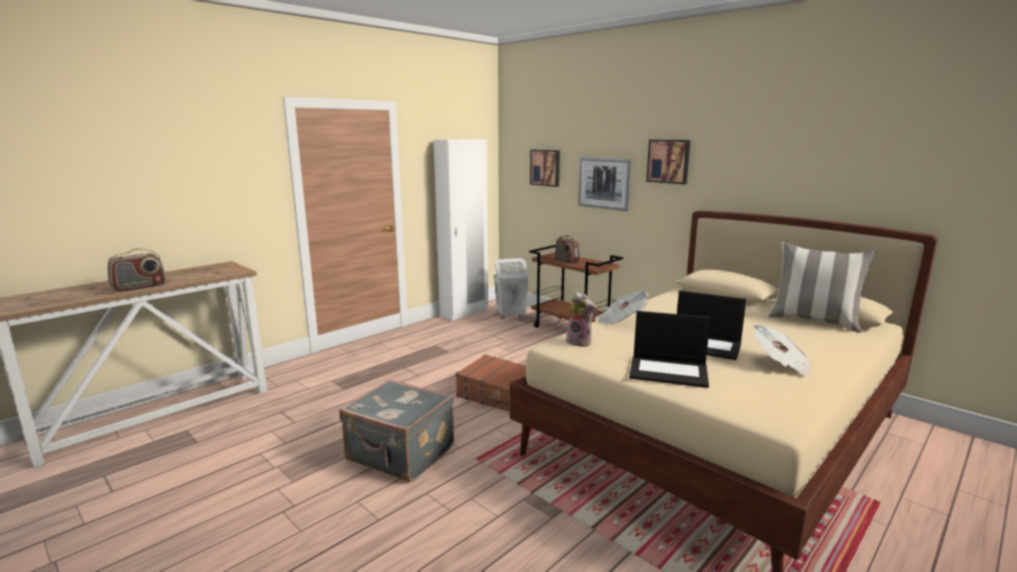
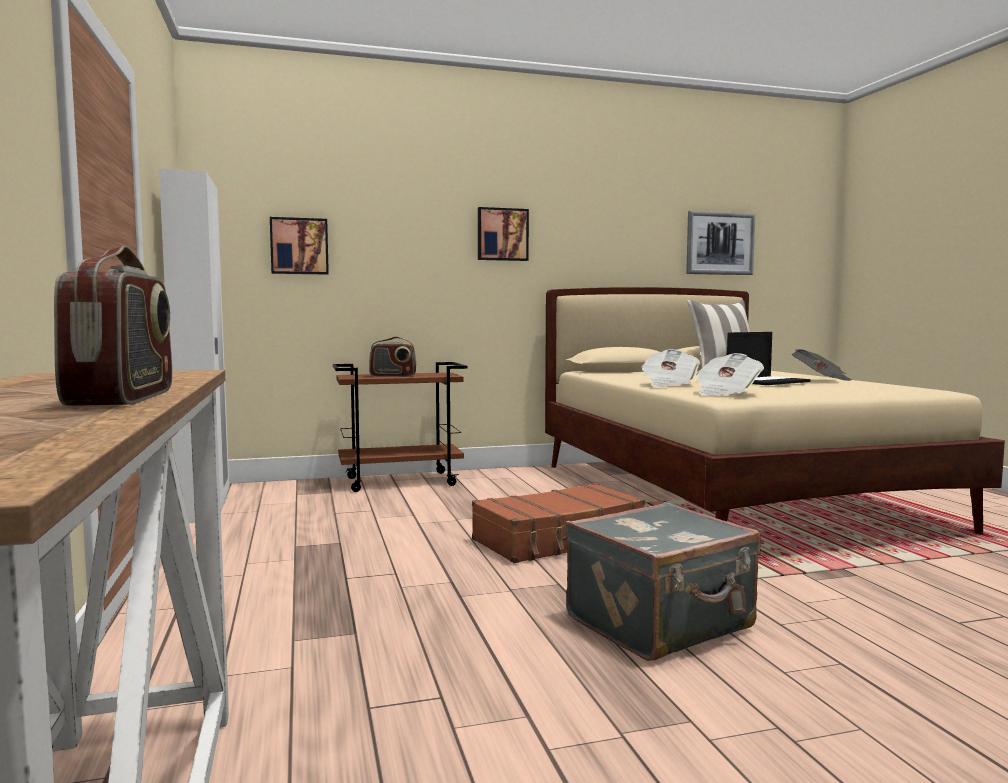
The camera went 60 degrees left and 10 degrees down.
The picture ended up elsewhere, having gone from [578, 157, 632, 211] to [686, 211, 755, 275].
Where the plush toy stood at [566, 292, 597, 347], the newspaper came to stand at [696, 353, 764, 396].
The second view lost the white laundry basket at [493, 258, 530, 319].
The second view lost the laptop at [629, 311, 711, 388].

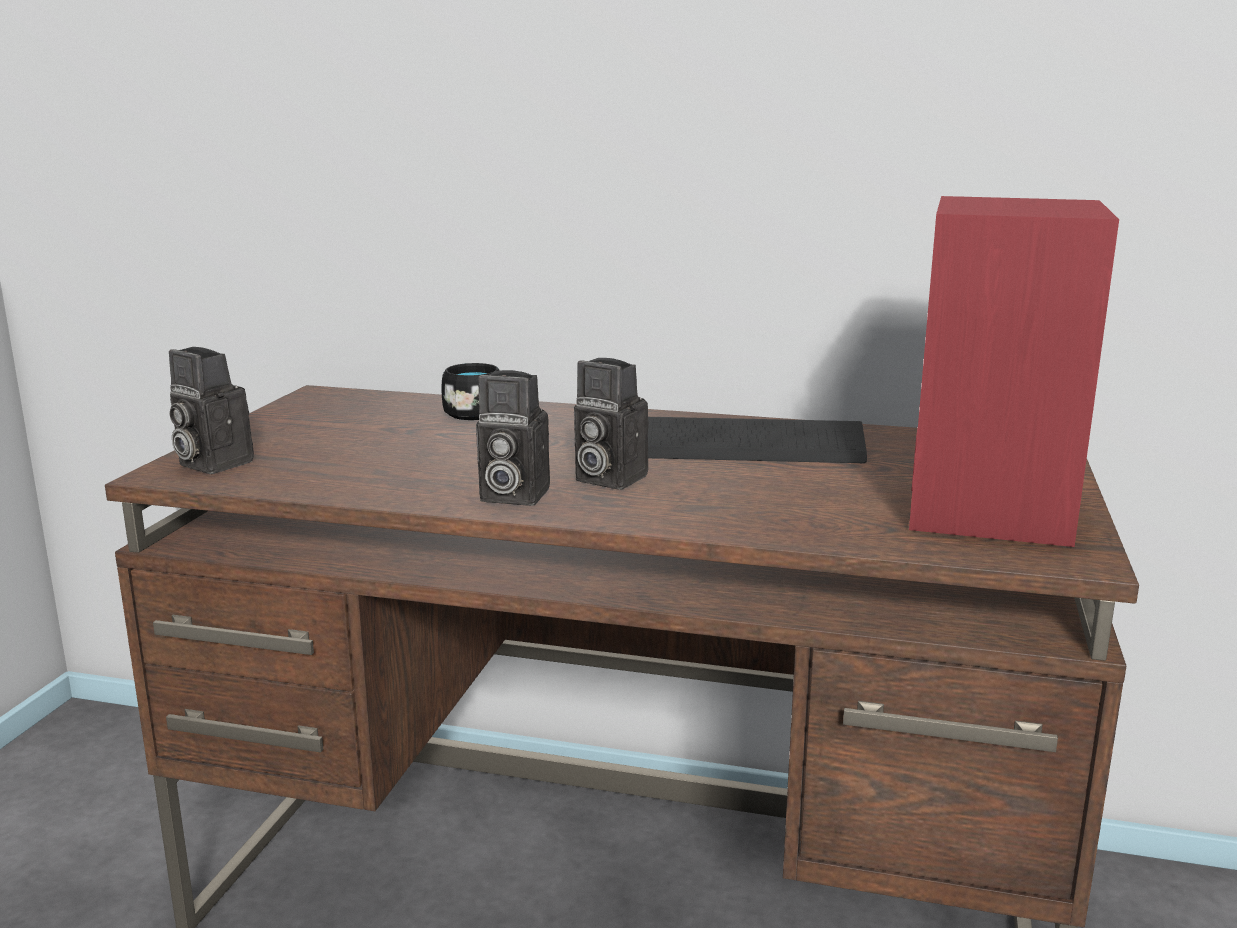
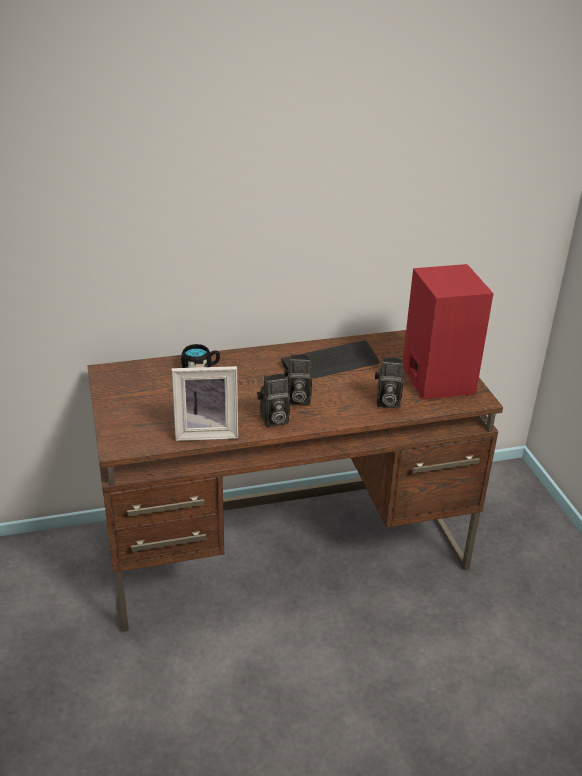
The camera went 30 degrees left and 15 degrees up.
The second view gained the picture frame at [172, 366, 238, 441].
The photo camera ended up elsewhere, having gone from [169, 347, 254, 474] to [375, 357, 404, 408].

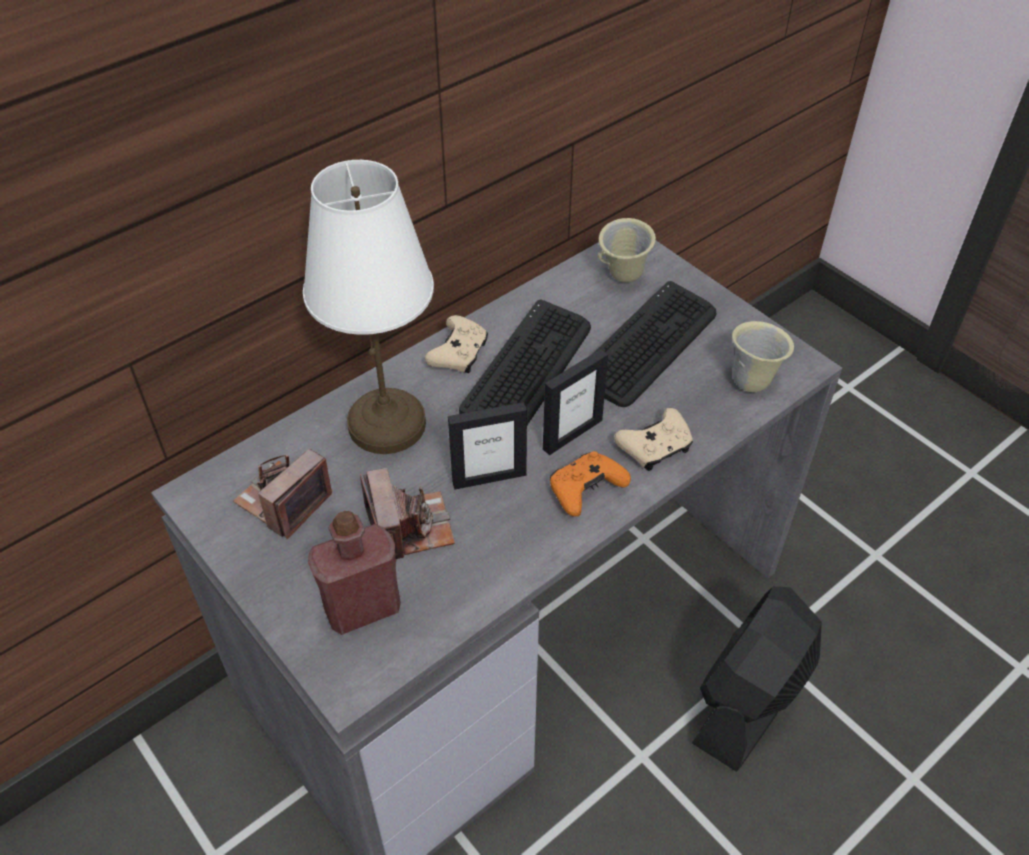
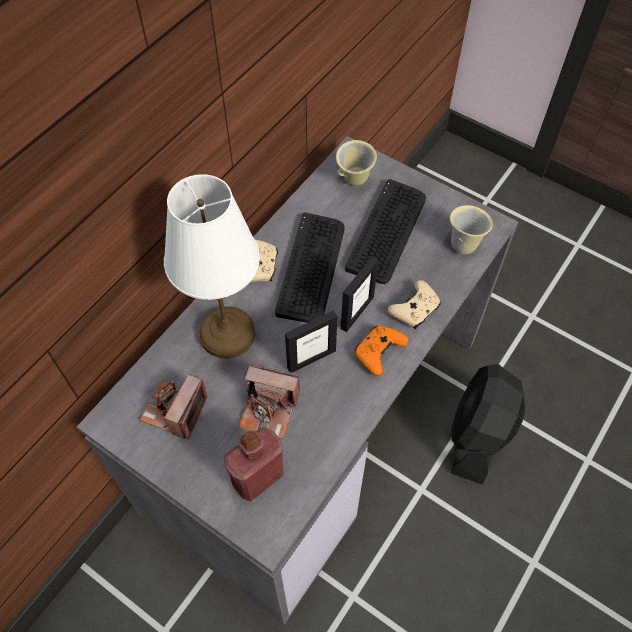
The camera went 15 degrees left and 10 degrees up.
The photo camera at [360, 468, 455, 561] ended up facing another way, 135 degrees clockwise from before.

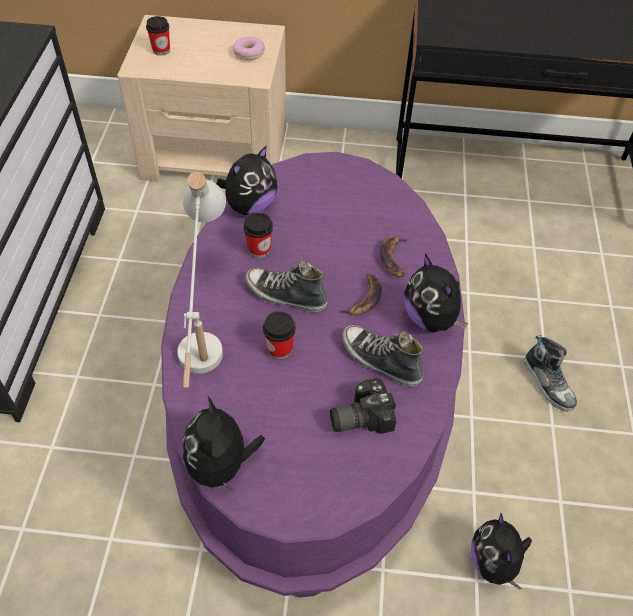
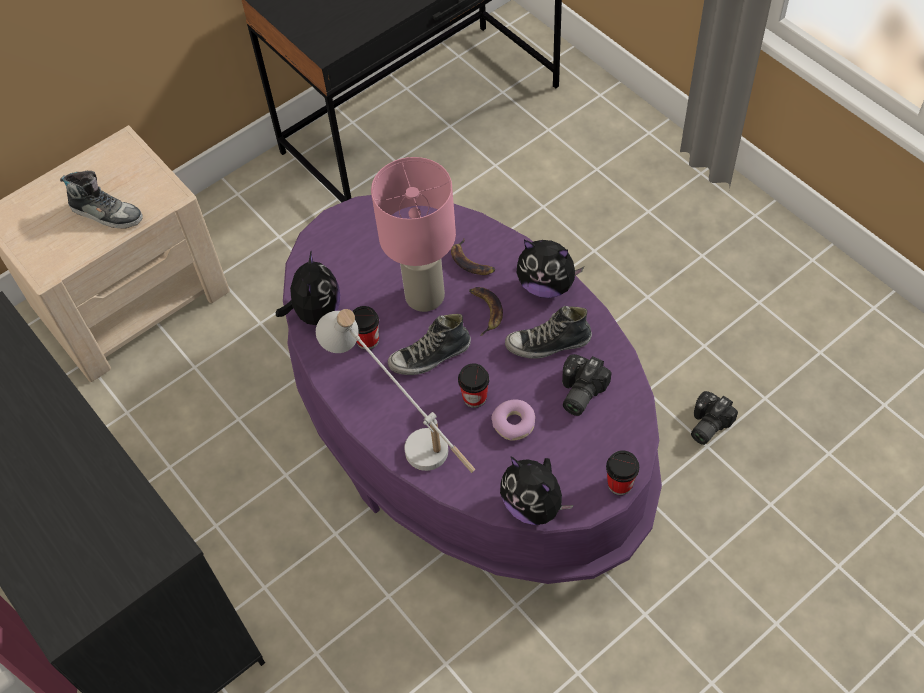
The camera went 40 degrees left and 5 degrees up.
The shoe ended up elsewhere, having gone from [524, 335, 577, 412] to [60, 171, 143, 229].
The second view gained the pink table lamp at [371, 157, 456, 312].
The donut ended up elsewhere, having gone from [233, 36, 265, 60] to [491, 399, 535, 440].
The cup ended up elsewhere, having gone from [146, 16, 170, 56] to [606, 450, 639, 495].
Where the plush toy stood at [471, 513, 532, 590], the photo camera came to stand at [691, 391, 738, 445].

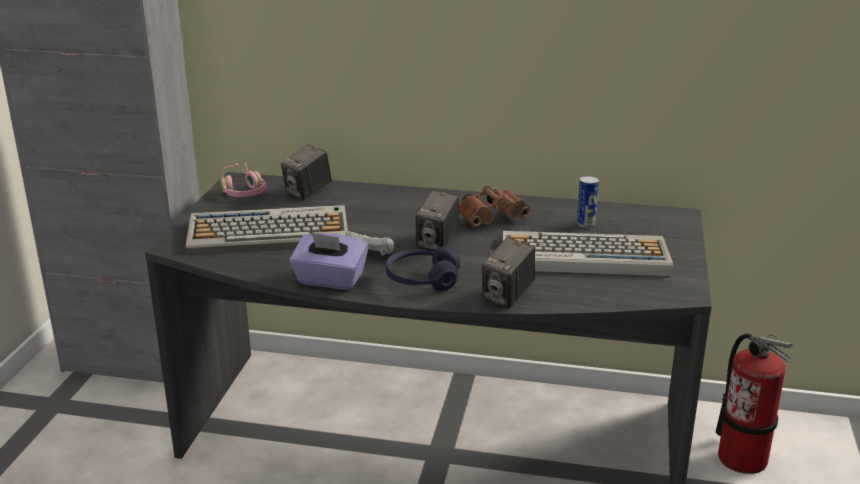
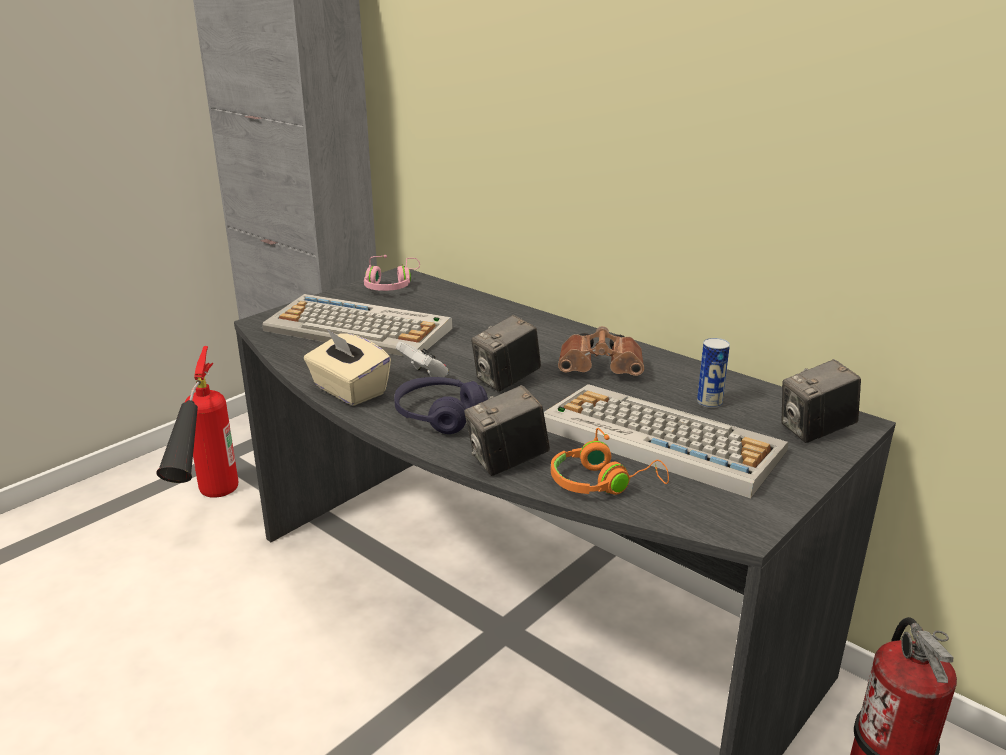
The camera went 30 degrees right and 0 degrees up.
The second view gained the fire extinguisher at [156, 346, 238, 498].
What was the purple tissue box at [289, 232, 368, 290] turned into the beige tissue box at [304, 329, 391, 406].
The second view gained the orange headphones at [551, 428, 669, 495].
The photo camera ended up elsewhere, having gone from [281, 144, 332, 200] to [781, 359, 861, 443].

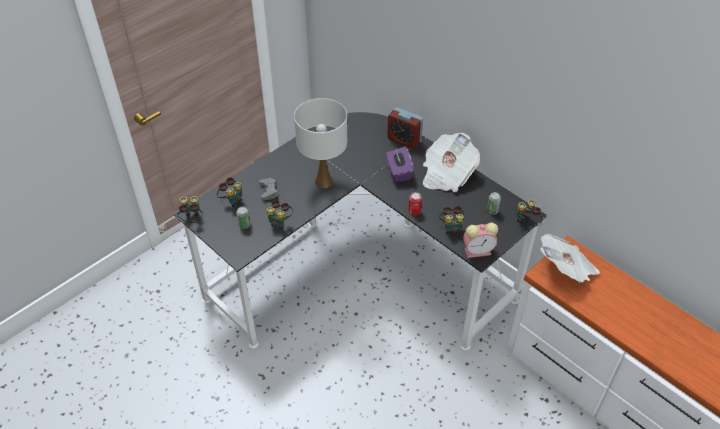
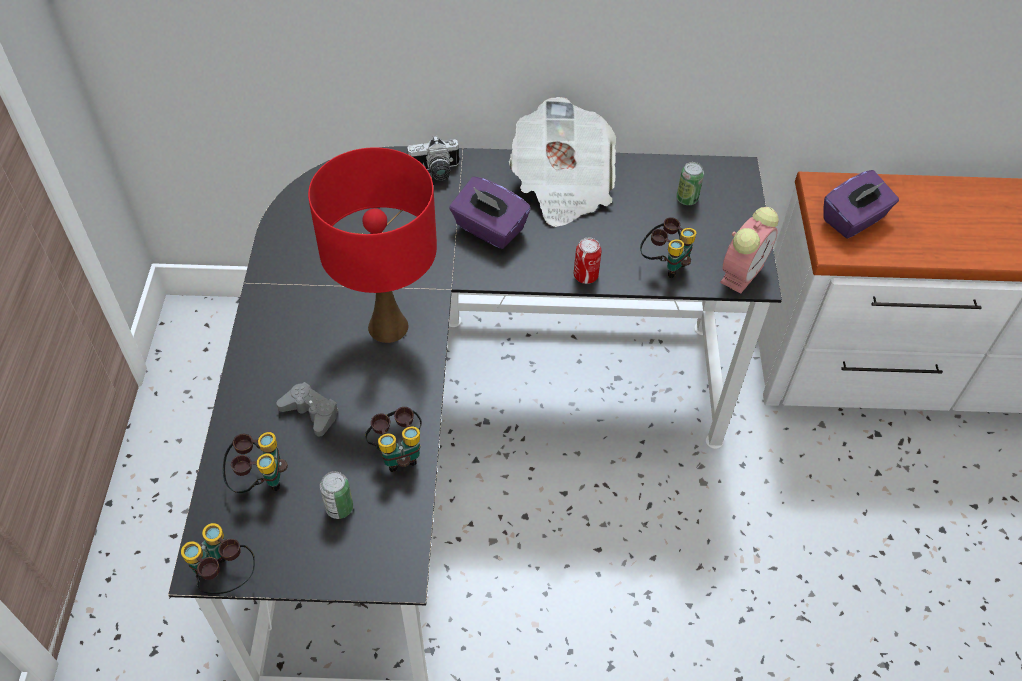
The camera went 45 degrees left and 5 degrees up.
What was the white table lamp at [294, 98, 348, 188] turned into the red table lamp at [308, 147, 437, 343].
Where the alarm clock stood at [387, 107, 423, 149], the photo camera came to stand at [407, 136, 459, 181].
Where the newspaper stood at [540, 234, 600, 283], the purple tissue box came to stand at [823, 170, 899, 239].
The second view lost the binoculars at [517, 200, 542, 227].

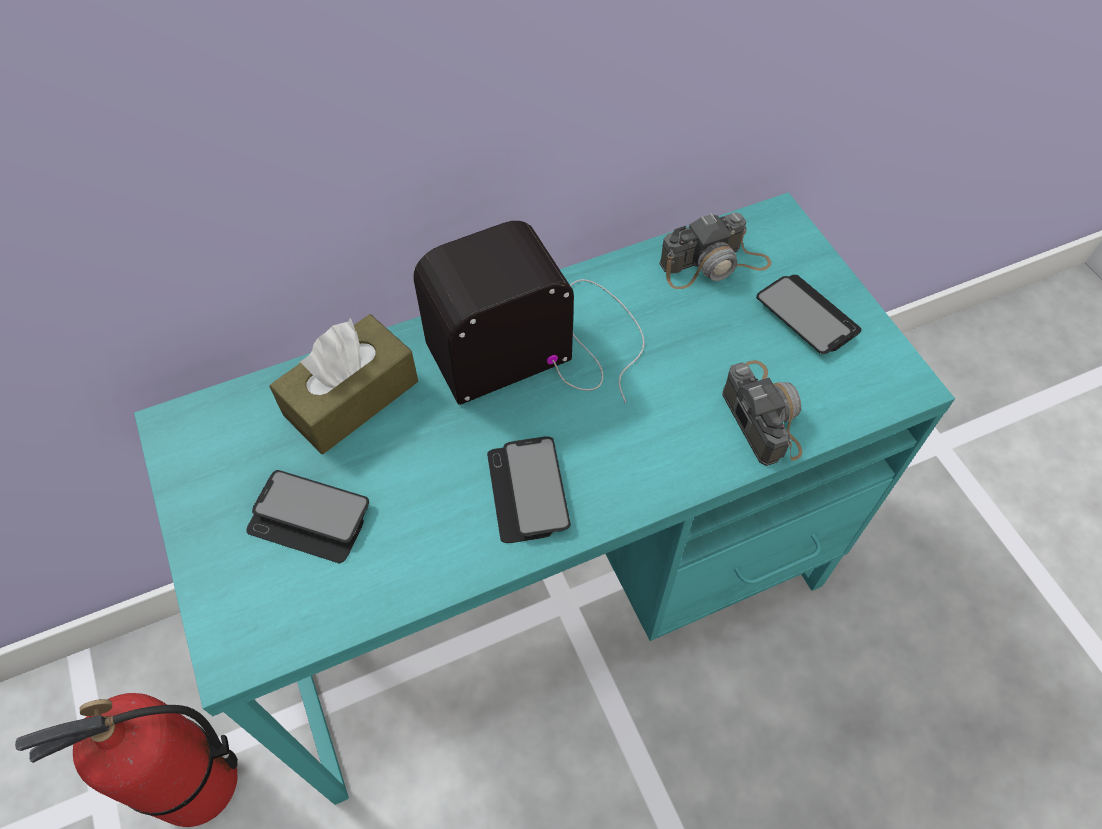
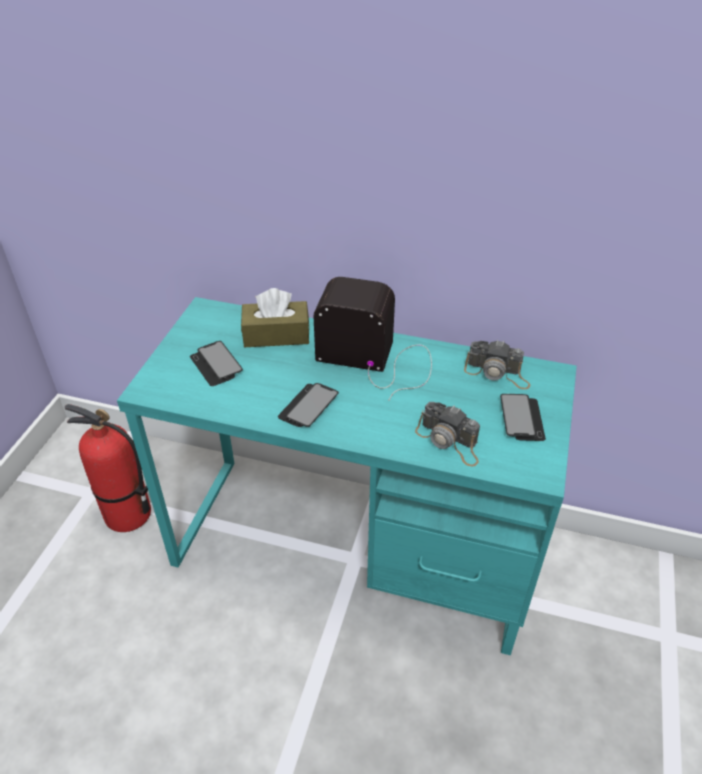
The camera went 40 degrees right and 15 degrees down.
The photo camera at [722, 360, 802, 466] ended up facing another way, 105 degrees clockwise from before.

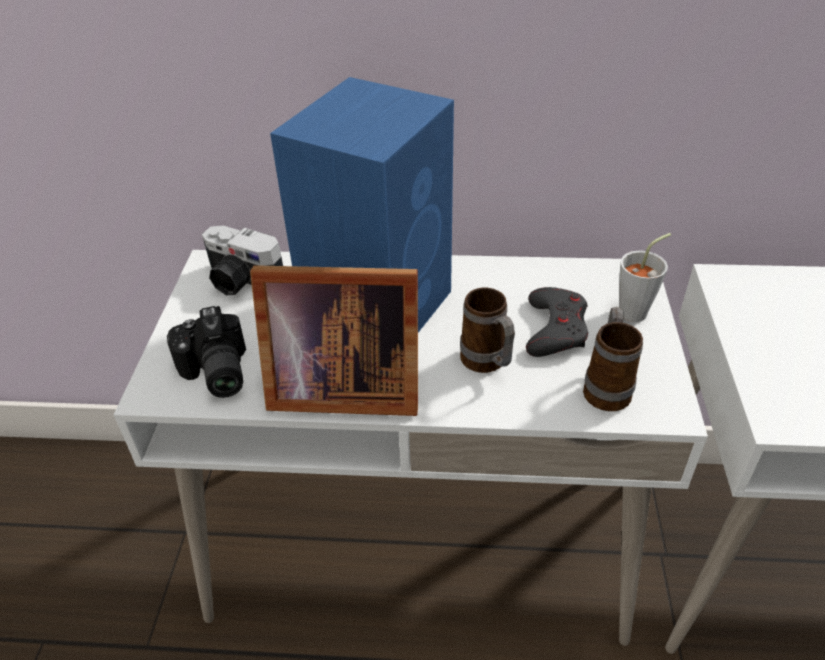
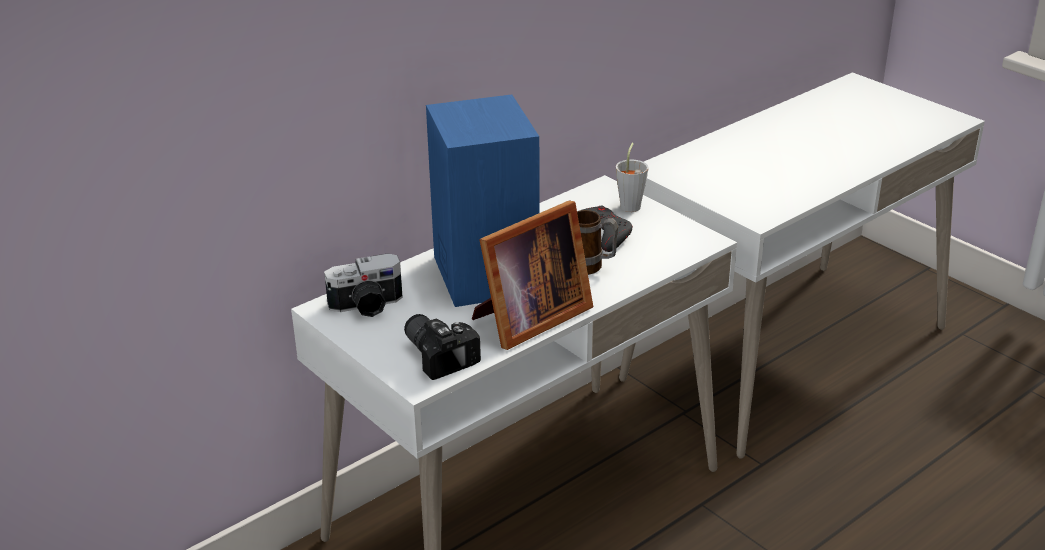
The camera went 45 degrees left and 10 degrees down.
The photo camera at [167, 306, 246, 398] ended up facing another way, 150 degrees counterclockwise from before.
The second view lost the mug at [583, 307, 643, 411].

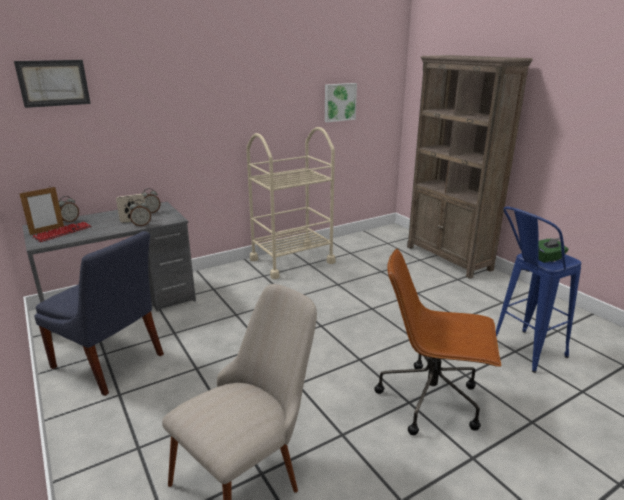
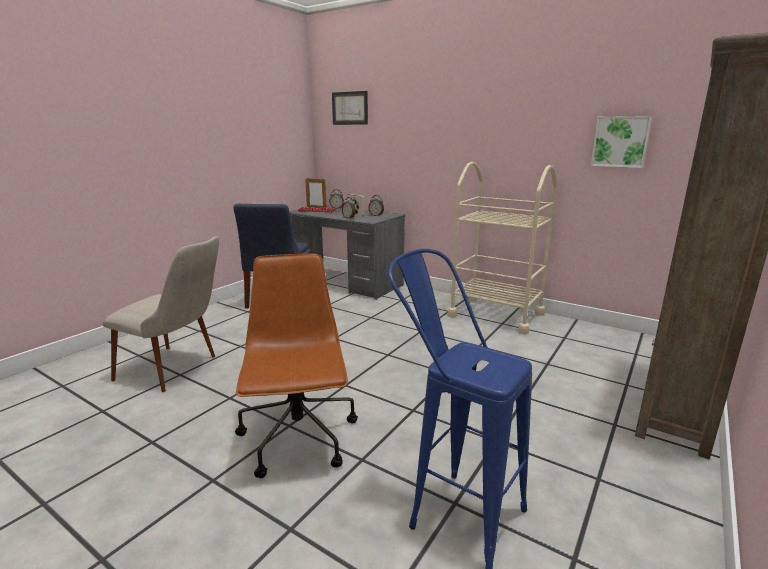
The camera went 65 degrees right and 5 degrees down.
The second view lost the green tissue box at [538, 238, 568, 263].

